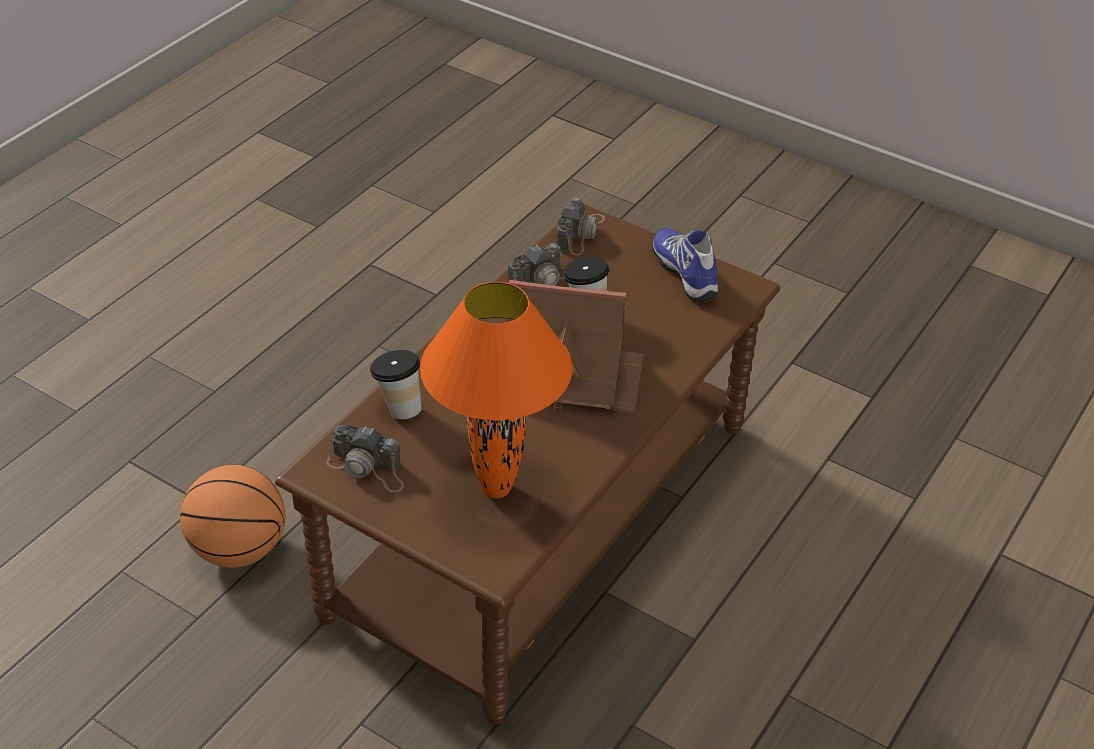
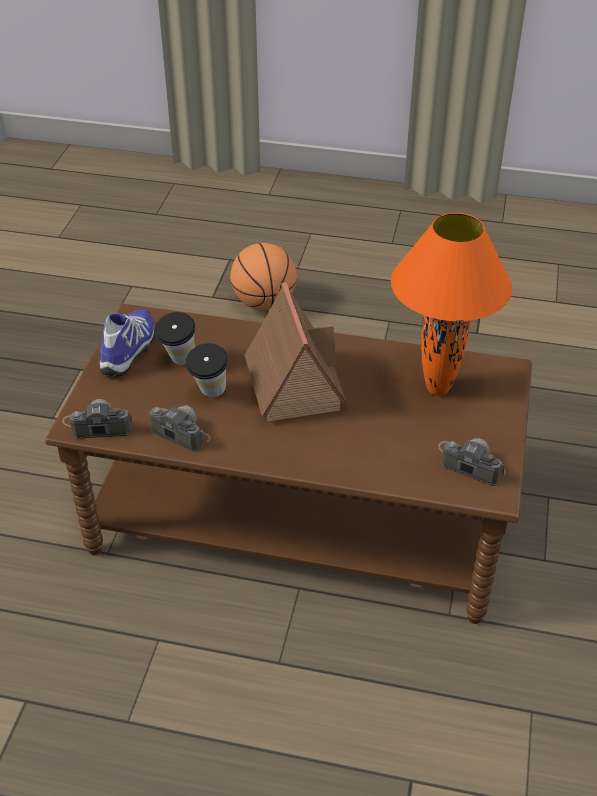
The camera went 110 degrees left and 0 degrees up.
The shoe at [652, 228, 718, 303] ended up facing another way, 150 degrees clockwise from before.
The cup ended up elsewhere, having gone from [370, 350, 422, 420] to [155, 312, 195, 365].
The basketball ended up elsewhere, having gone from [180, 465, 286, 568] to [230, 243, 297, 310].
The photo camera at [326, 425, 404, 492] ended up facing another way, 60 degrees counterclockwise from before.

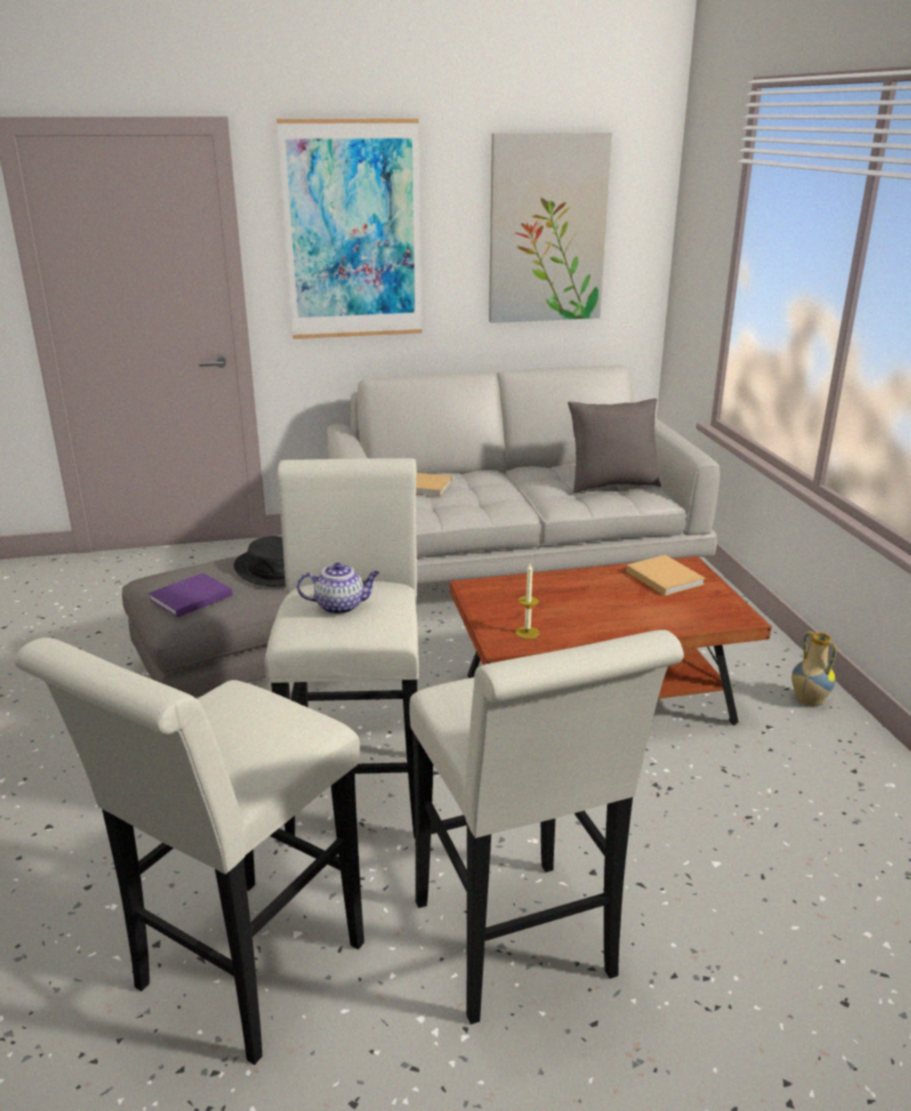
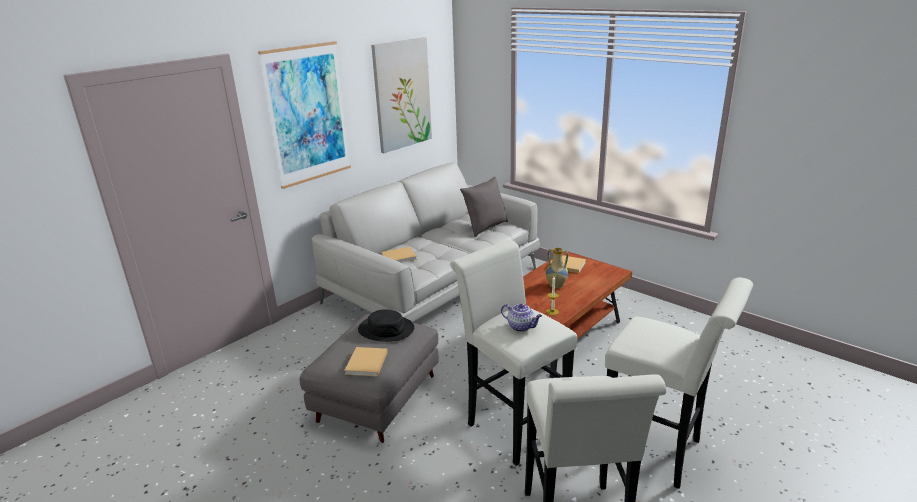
The camera went 35 degrees left and 0 degrees up.
What was the purple book at [148, 573, 233, 618] turned into the beige book at [344, 347, 388, 377].
The teapot at [297, 563, 380, 614] ended up facing another way, 75 degrees clockwise from before.
The vase ended up elsewhere, having gone from [792, 631, 837, 706] to [546, 248, 568, 288].

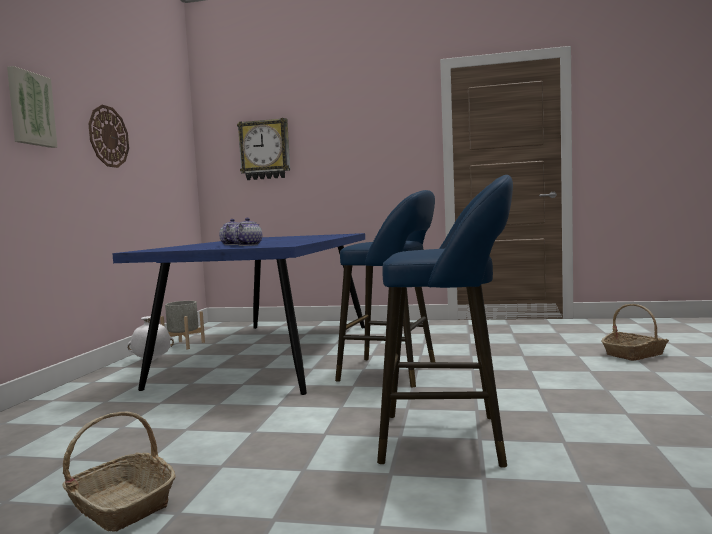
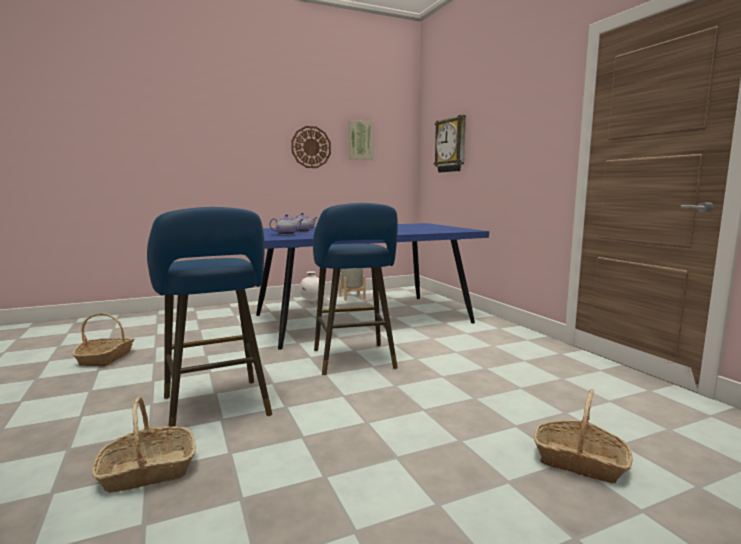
The camera went 55 degrees right and 5 degrees up.
The second view gained the basket at [92, 397, 196, 493].
The picture ended up elsewhere, having gone from [7, 66, 57, 148] to [348, 120, 373, 160].

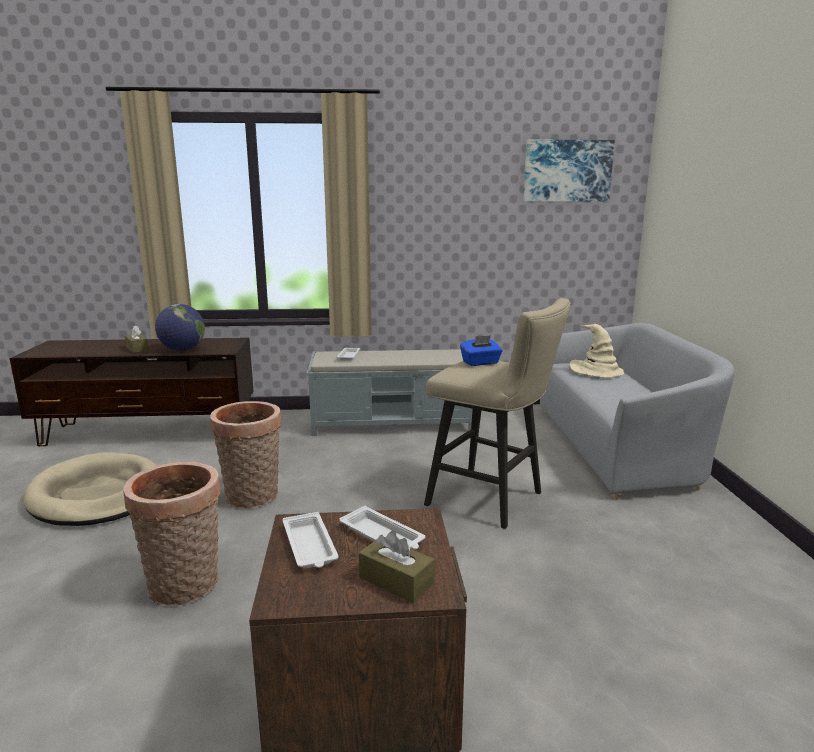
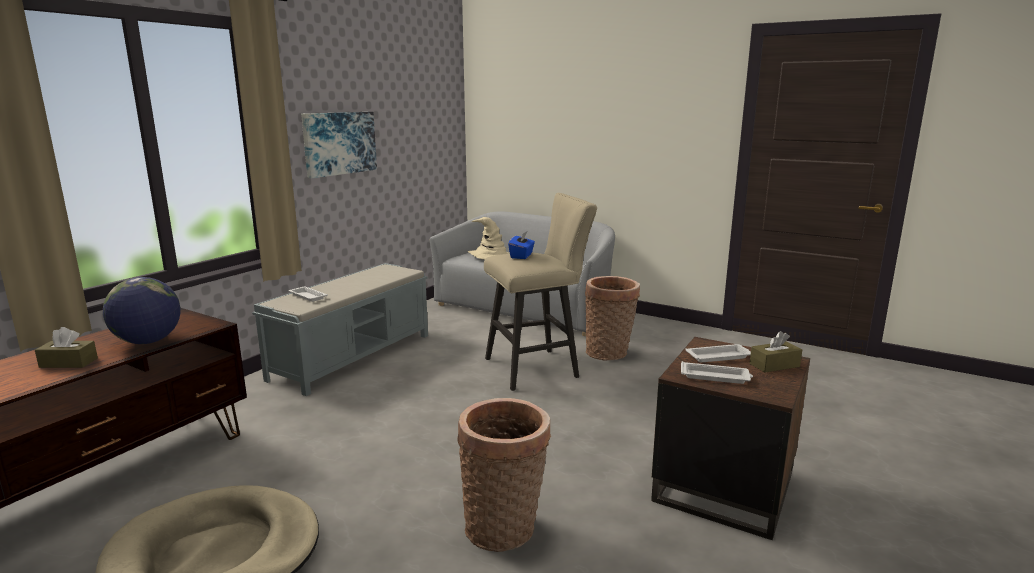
The camera went 55 degrees left and 0 degrees up.
The picture ended up elsewhere, having gone from [523, 139, 615, 202] to [301, 112, 377, 178].
The basket ended up elsewhere, having gone from [210, 401, 281, 508] to [585, 276, 640, 361].

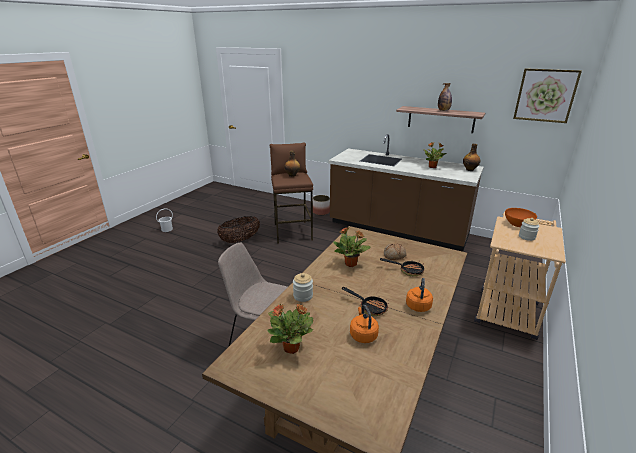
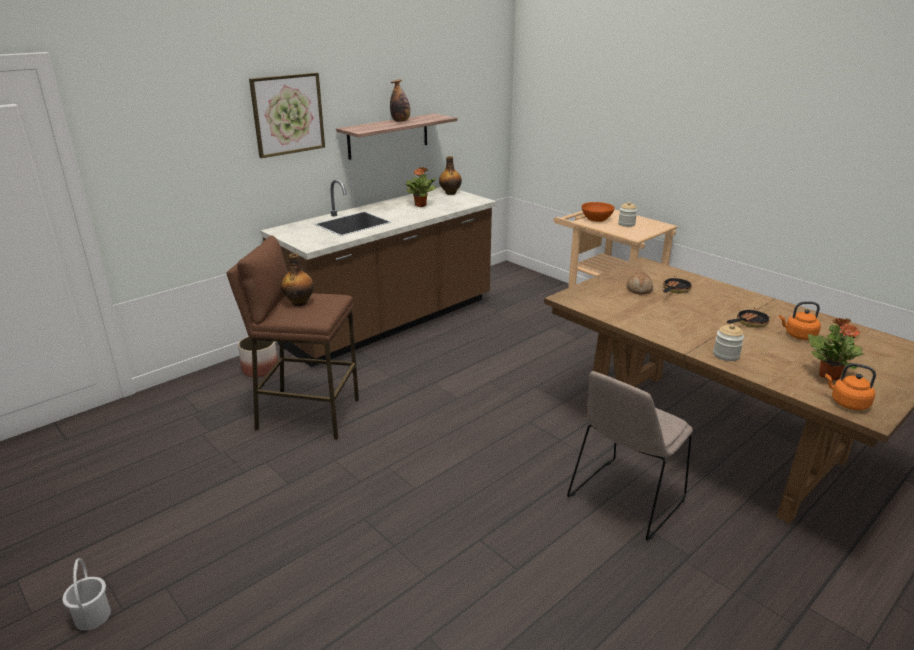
The camera went 70 degrees left and 0 degrees up.
The picture ended up elsewhere, having gone from [513, 68, 582, 123] to [249, 73, 325, 158].
The orange kettle ended up elsewhere, having gone from [406, 278, 433, 312] to [825, 363, 876, 410].
The second view lost the basket at [217, 216, 260, 243].
The second view lost the potted plant at [333, 227, 371, 267].

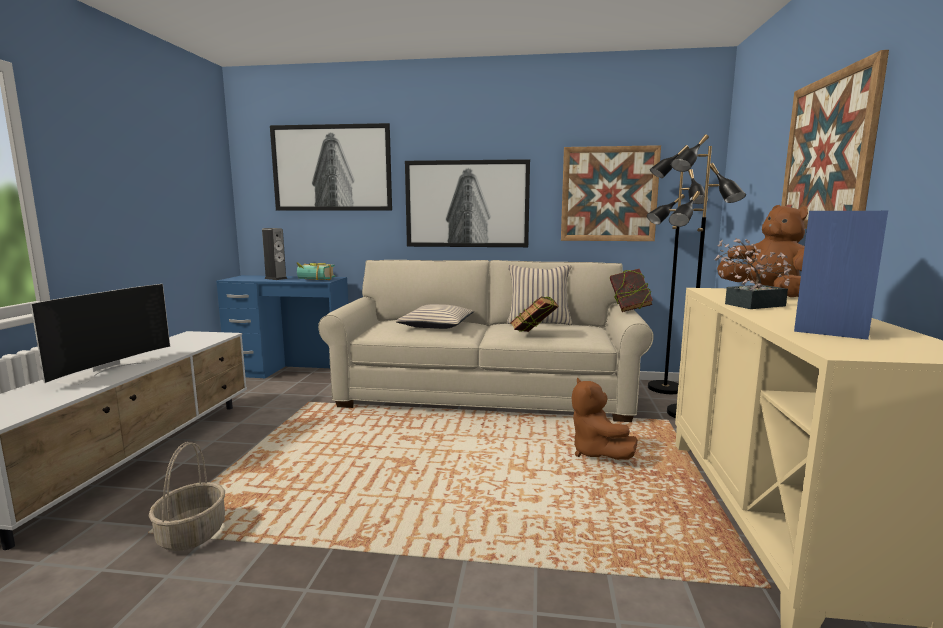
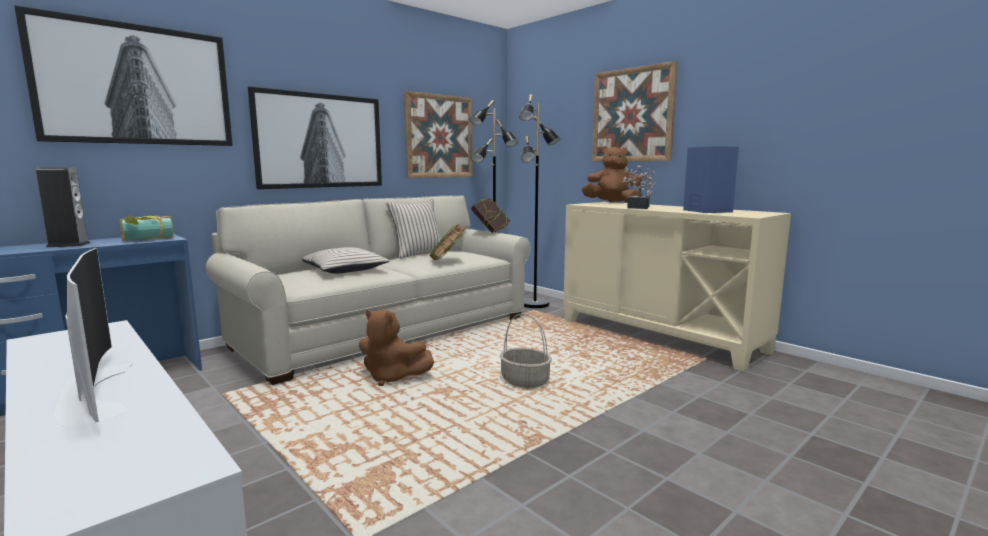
The camera went 50 degrees left and 0 degrees up.
The brown plush toy ended up elsewhere, having gone from [572, 378, 638, 460] to [359, 310, 434, 386].
The basket ended up elsewhere, having gone from [148, 442, 225, 551] to [500, 313, 552, 388].

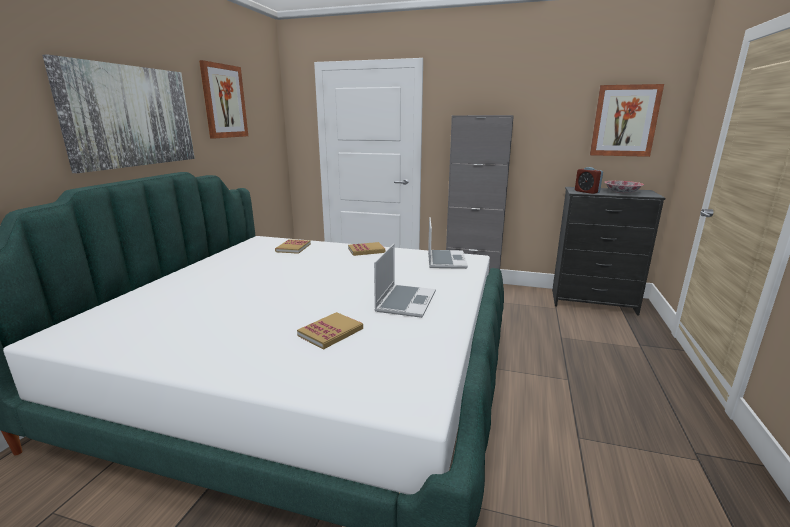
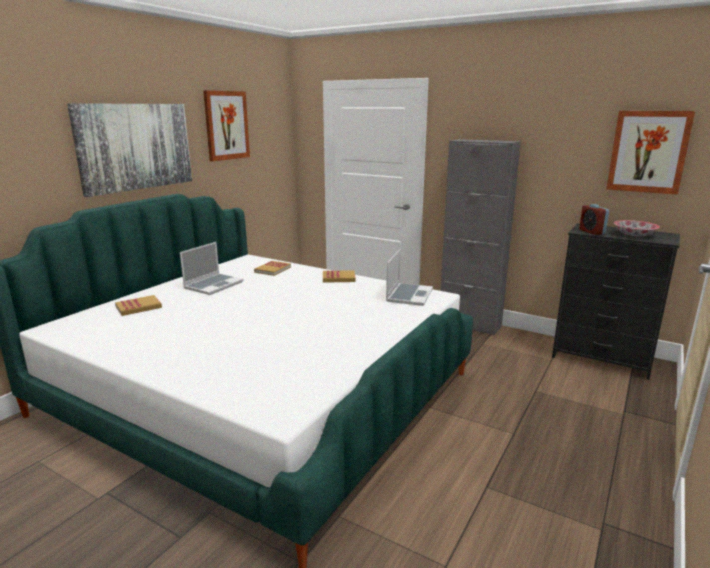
The camera went 15 degrees right and 0 degrees up.
The book ended up elsewhere, having gone from [297, 312, 363, 350] to [115, 295, 162, 316].
The laptop ended up elsewhere, having gone from [374, 244, 436, 318] to [180, 242, 243, 295].

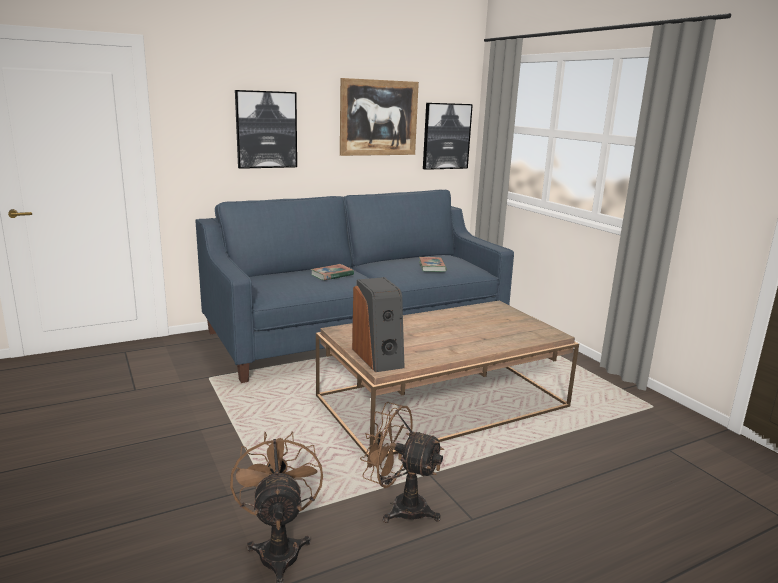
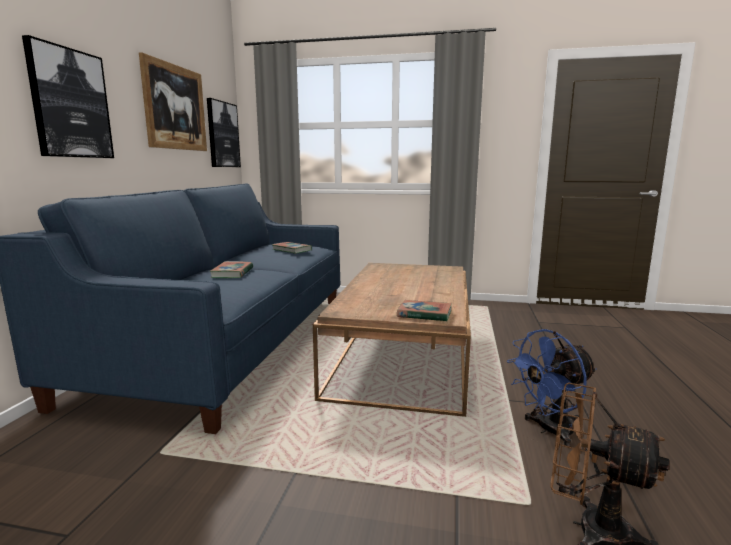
The camera went 50 degrees left and 5 degrees down.
Where the speaker stood at [352, 277, 405, 372], the book came to stand at [397, 300, 452, 322].
What was the brown fan at [360, 402, 444, 523] turned into the blue fan at [507, 329, 597, 447].

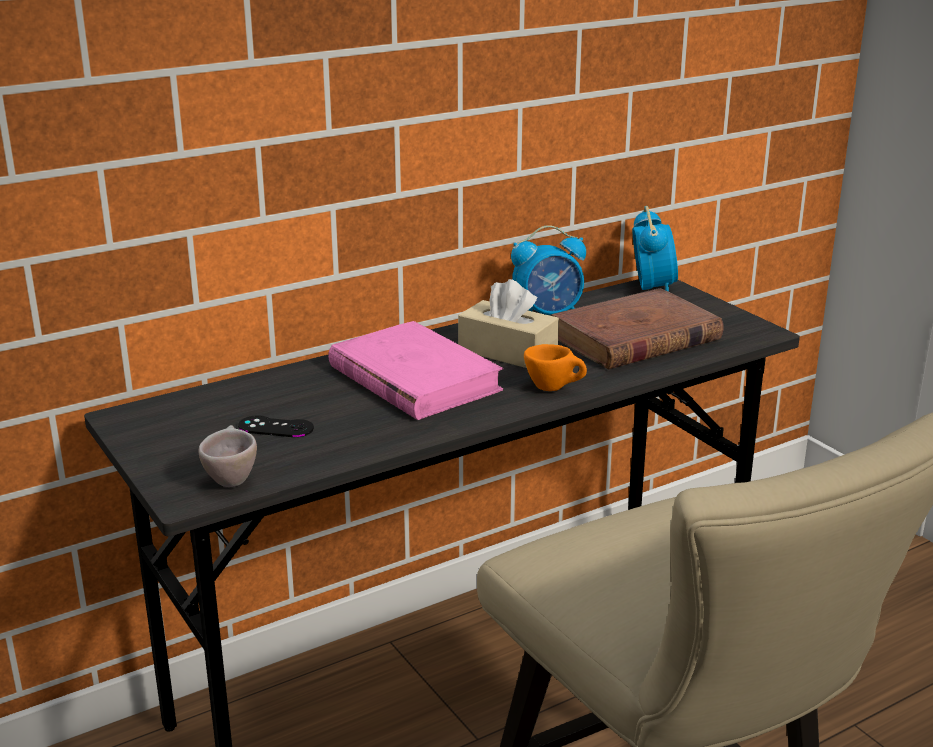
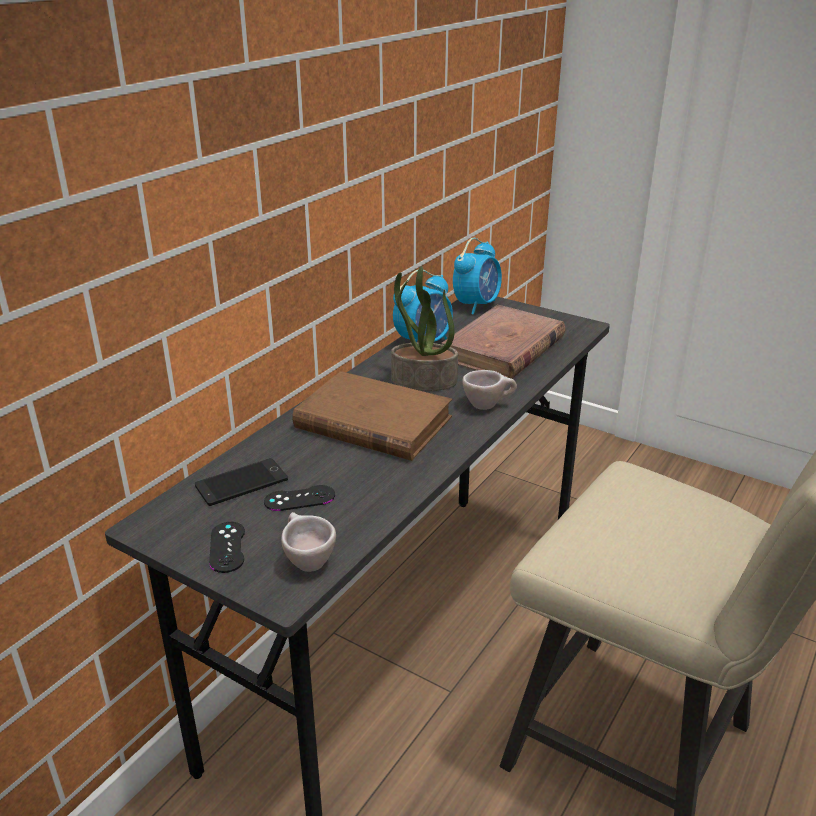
The camera went 25 degrees left and 5 degrees up.
The second view gained the phone at [195, 458, 288, 506].
The second view gained the black game controller at [209, 522, 245, 573].
What was the pink book at [328, 321, 503, 420] turned into the brown book at [292, 371, 452, 461].
Where the beige tissue box stood at [458, 279, 559, 368], the potted plant came to stand at [391, 266, 458, 391].
The alarm clock at [633, 206, 678, 292] ended up facing another way, 60 degrees clockwise from before.
What was the orange cup at [524, 344, 587, 391] turned into the beige cup at [462, 370, 517, 410].

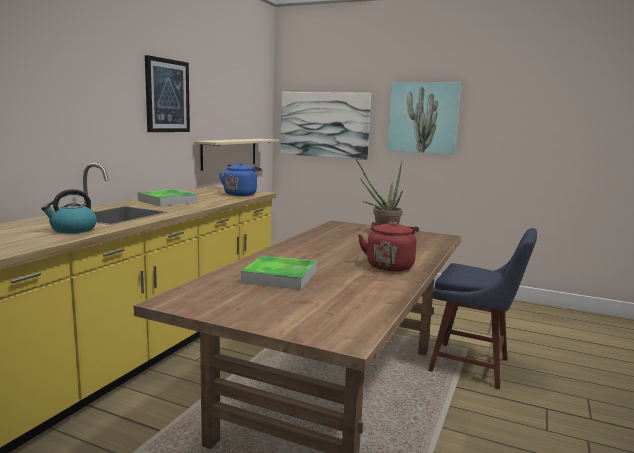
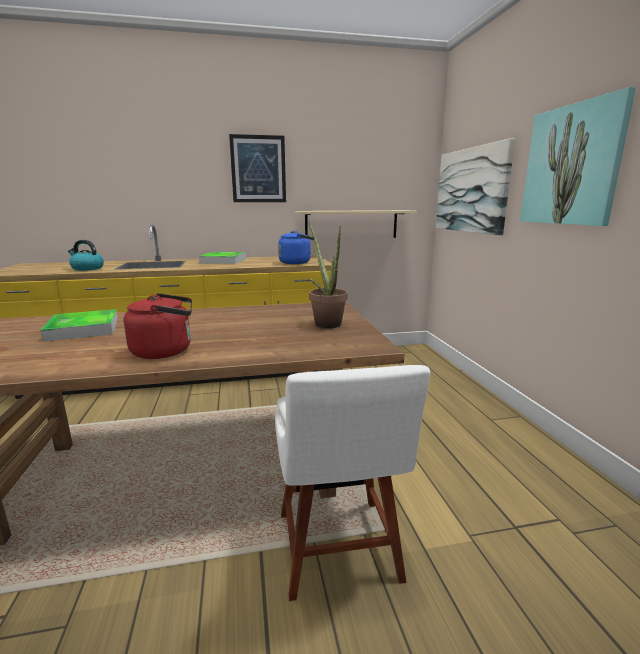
The camera went 55 degrees right and 5 degrees up.
What was the blue chair at [428, 228, 537, 390] turned into the white chair at [275, 365, 430, 601].

